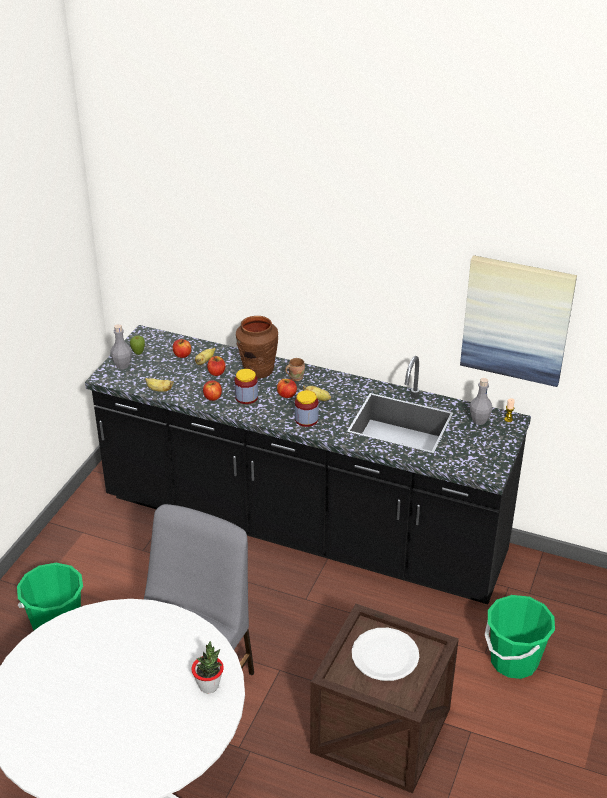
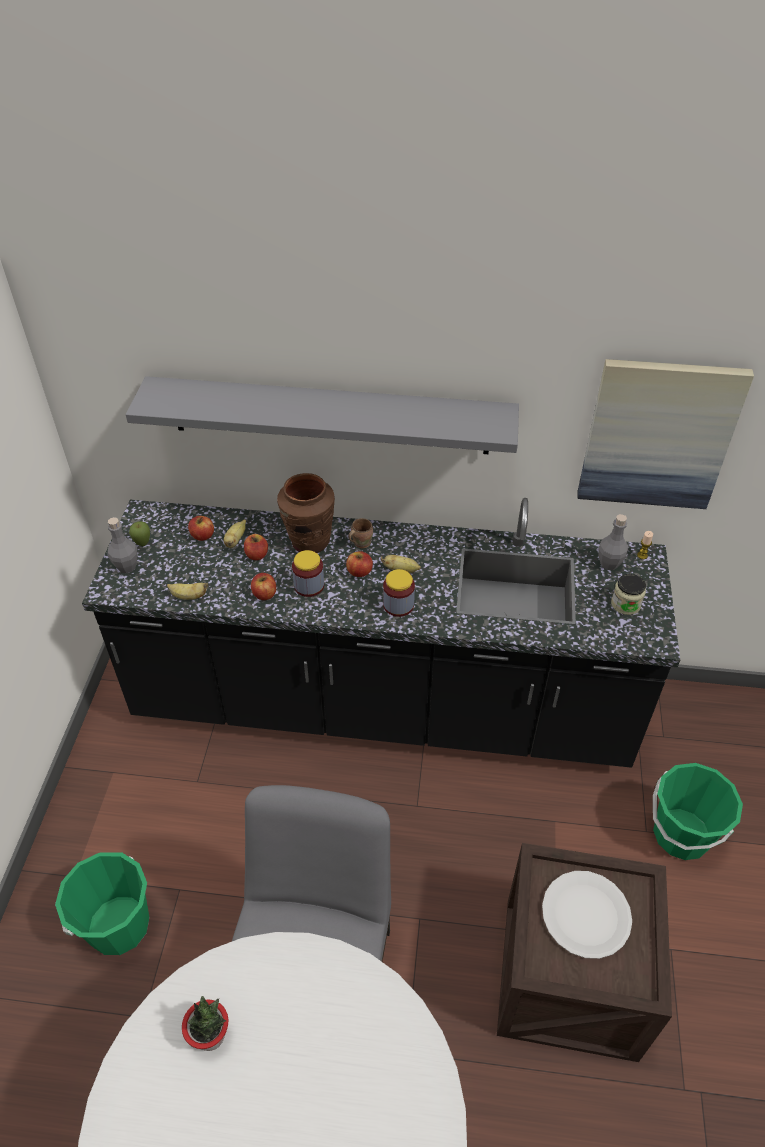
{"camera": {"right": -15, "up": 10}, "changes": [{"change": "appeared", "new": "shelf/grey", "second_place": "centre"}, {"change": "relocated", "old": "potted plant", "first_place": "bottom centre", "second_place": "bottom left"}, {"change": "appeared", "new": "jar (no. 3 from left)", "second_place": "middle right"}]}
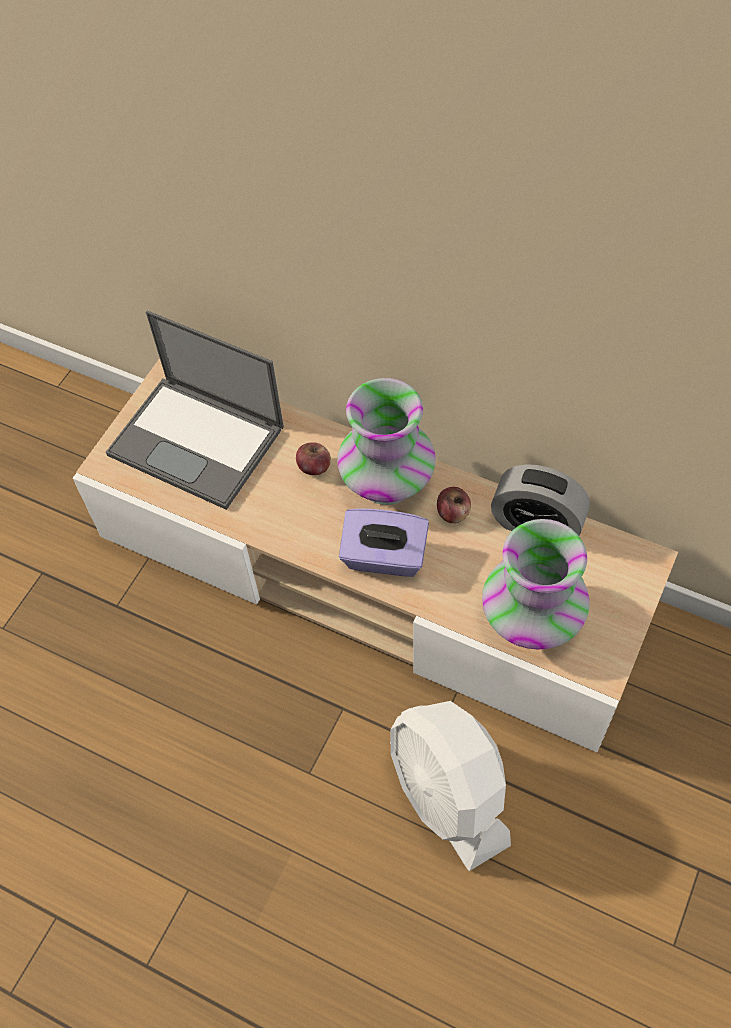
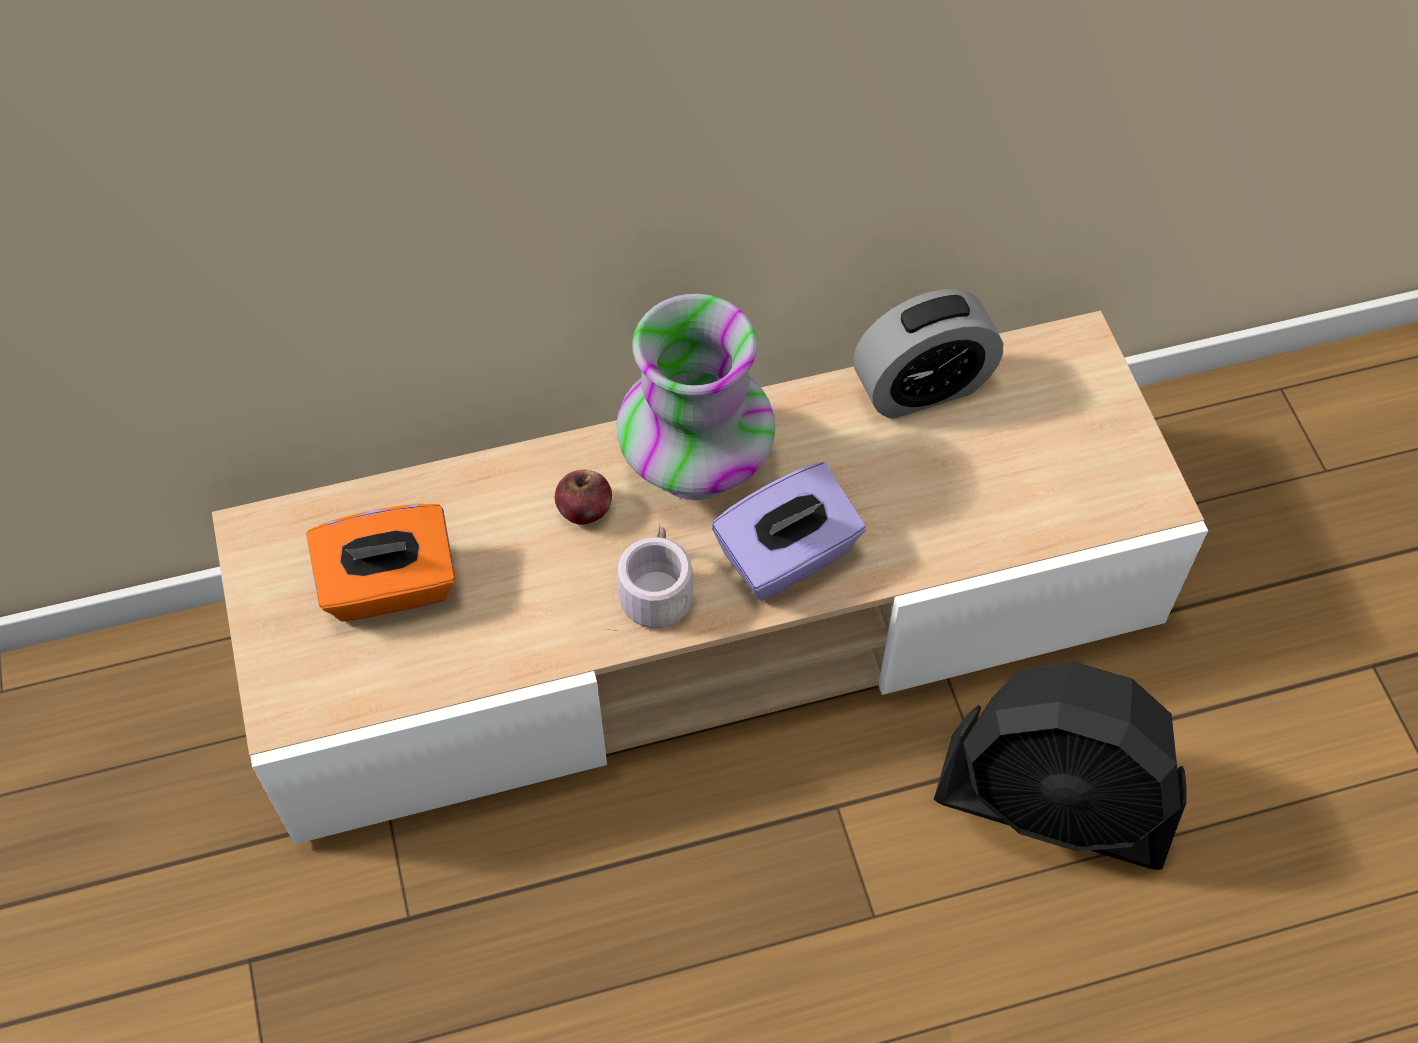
{"camera": {"right": -45, "up": 0}, "changes": [{"change": "exchanged", "old": "laptop", "new": "tissue box/orange", "first_place": "middle left", "second_place": "middle left"}, {"change": "appeared", "new": "mug/grey", "second_place": "centre"}, {"change": "colour", "old": "fan/white", "new": "fan/black", "first_place": "bottom centre", "second_place": "bottom right"}, {"change": "missing", "old": "apple (no. 2 from left)", "first_place": "centre"}, {"change": "missing", "old": "vase (no. 2 from left)", "first_place": "middle right"}]}
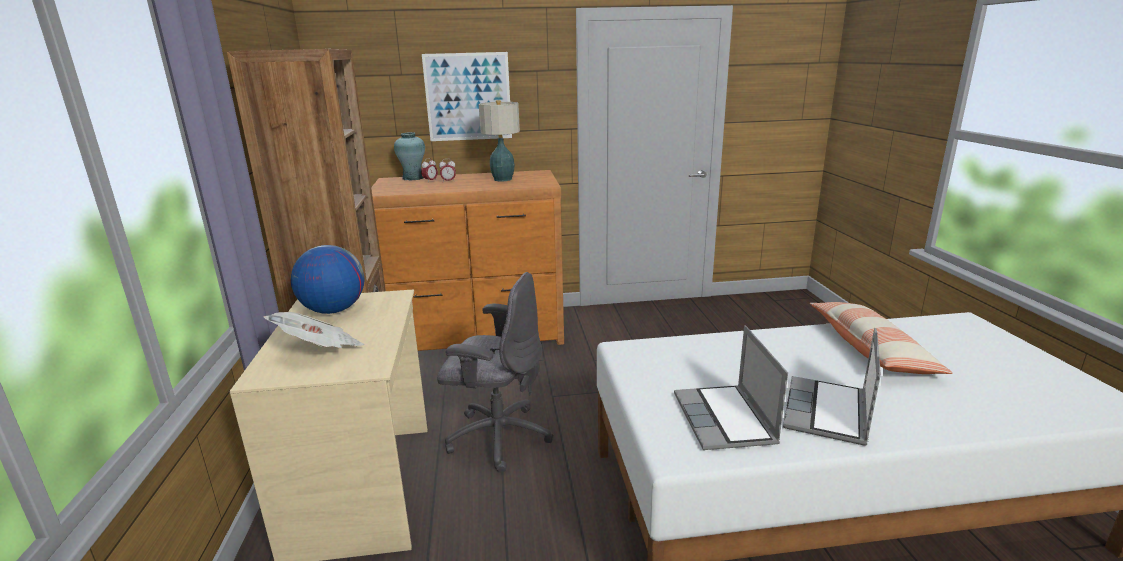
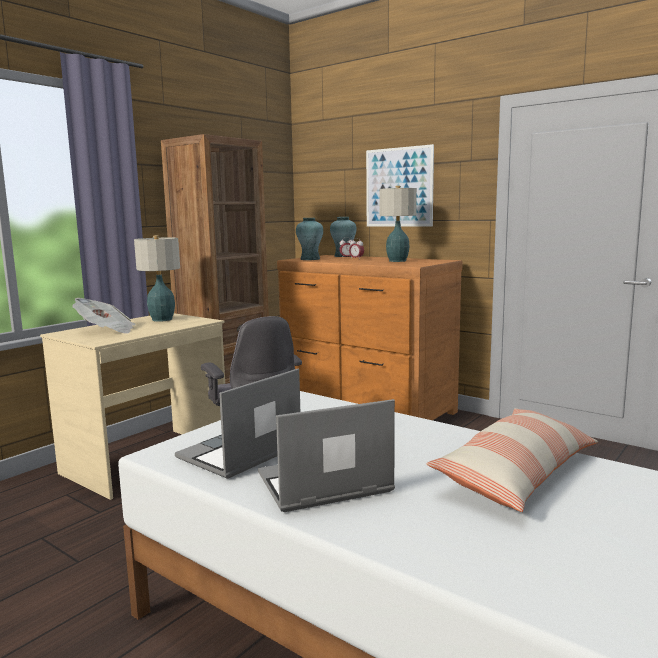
{"camera": {"right": 45, "up": -10}, "changes": [{"change": "exchanged", "old": "globe", "new": "table lamp (no. 1 from left)", "first_place": "middle left", "second_place": "middle left"}, {"change": "appeared", "new": "vase/turquoise (no. 1 from left)", "second_place": "centre"}]}
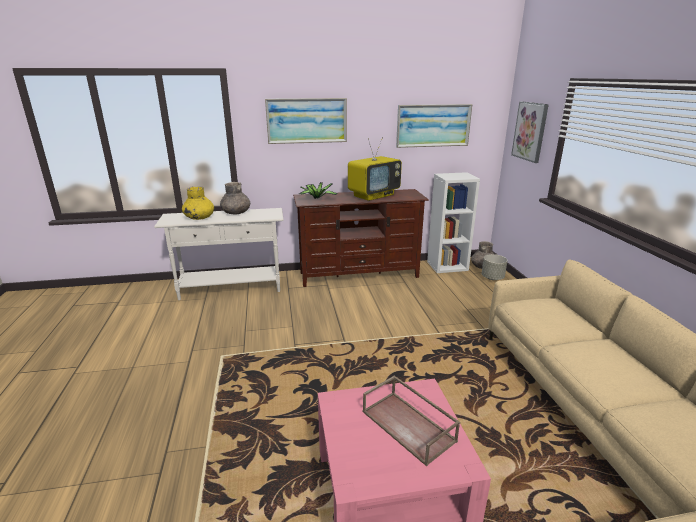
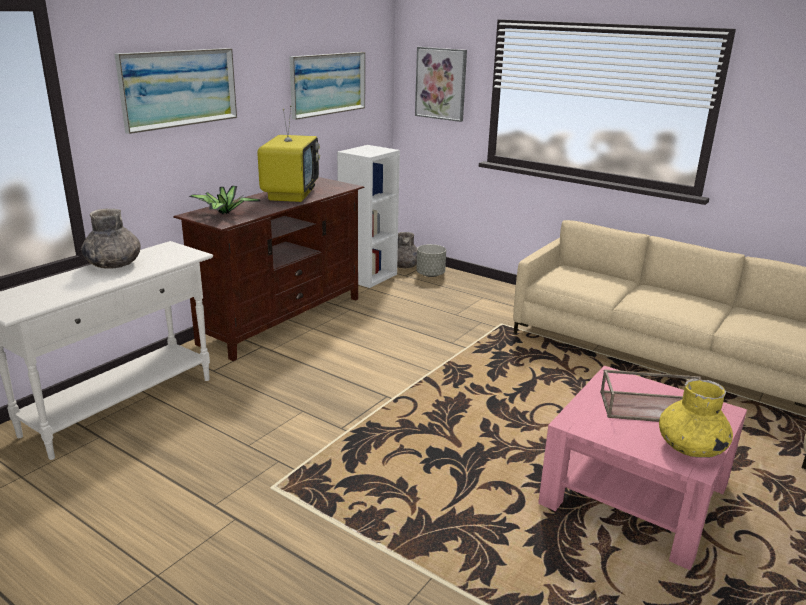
{"camera": {"right": -45, "up": 0}, "changes": [{"change": "relocated", "old": "vase/yellow", "first_place": "middle left", "second_place": "bottom right"}]}
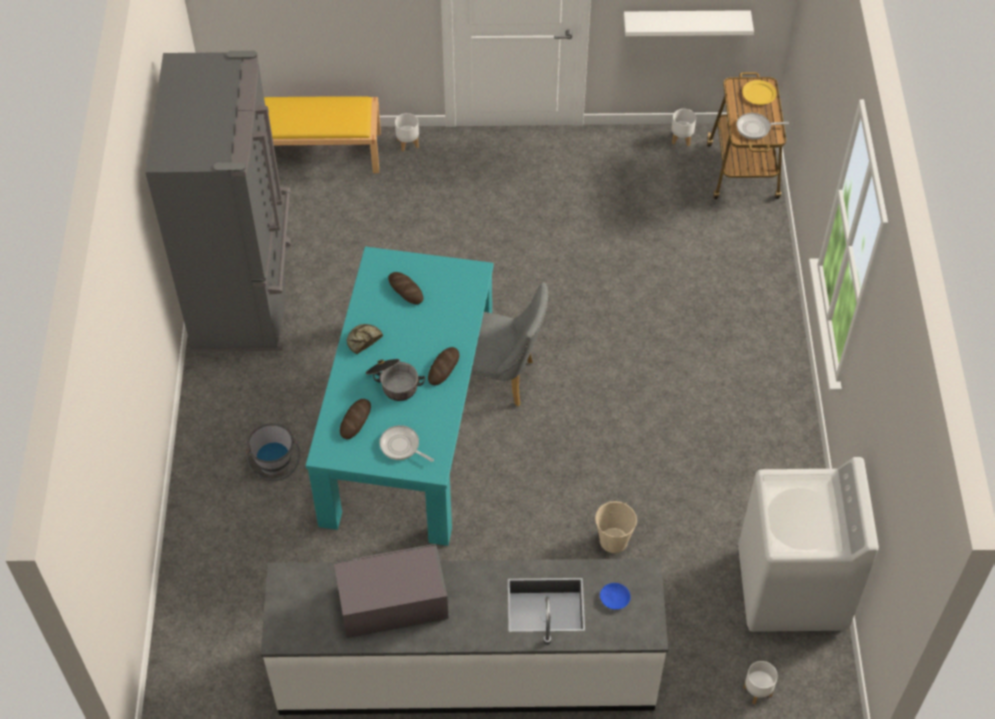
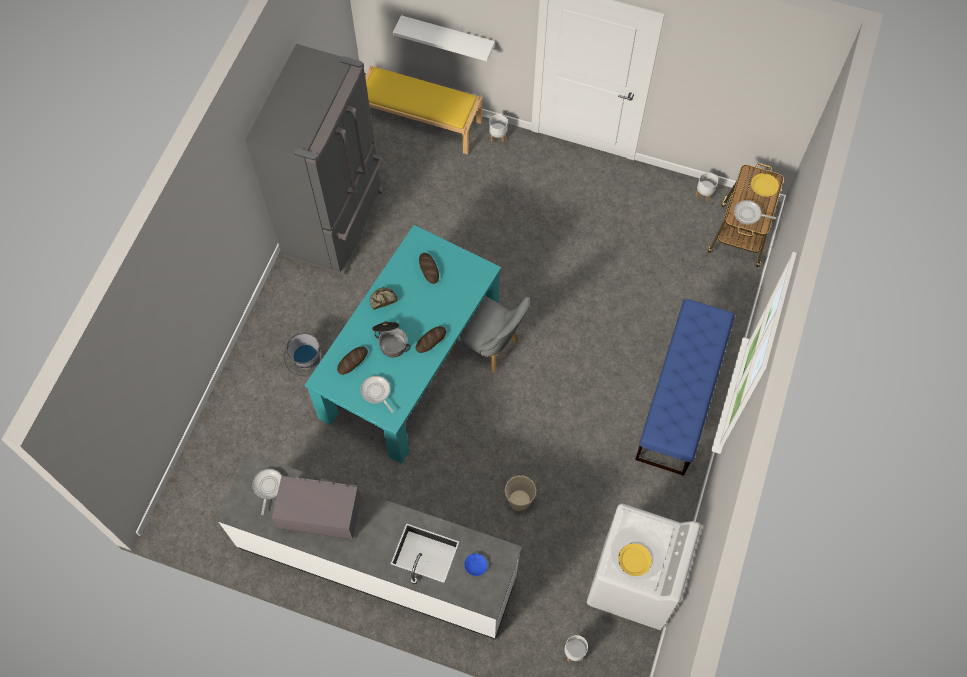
{"camera": {"right": 20, "up": 10}, "changes": [{"change": "appeared", "new": "frying pan (no. 1 from left)", "second_place": "bottom left"}, {"change": "relocated", "old": "shelf/white", "first_place": "top right", "second_place": "top centre"}, {"change": "appeared", "new": "plate/yellow (no. 1 from left)", "second_place": "bottom centre"}, {"change": "appeared", "new": "bench/blue", "second_place": "middle right"}]}
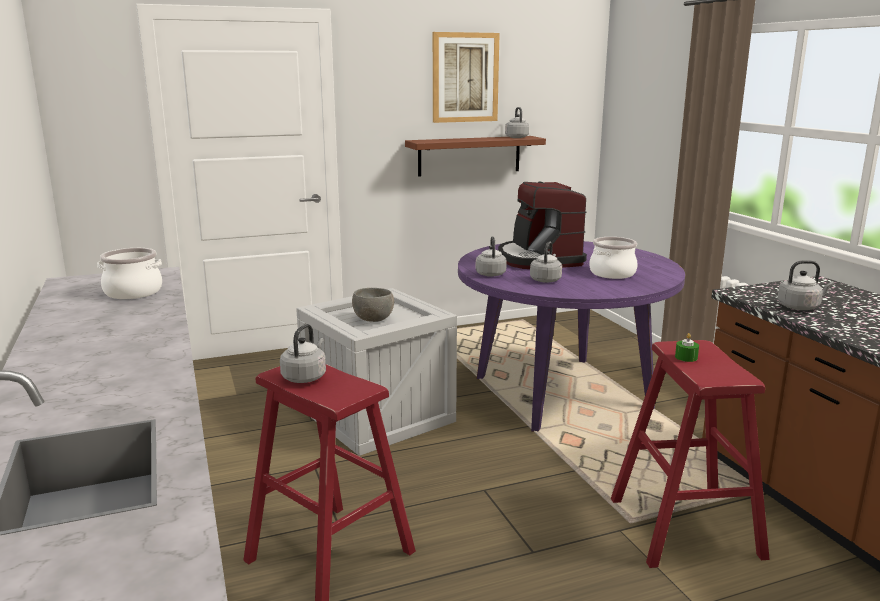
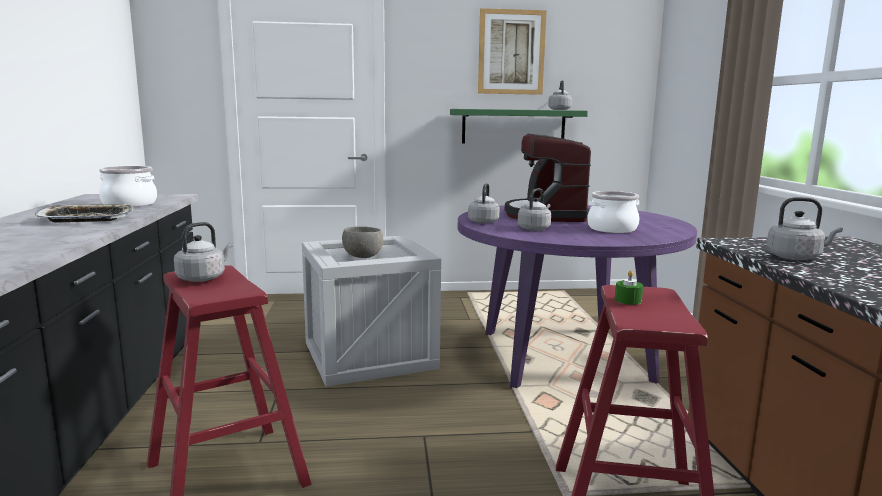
{"camera": {"right": 15, "up": -5}, "changes": [{"change": "appeared", "new": "tray", "second_place": "middle left"}, {"change": "colour", "old": "shelf/brown", "new": "shelf/green", "first_place": "top centre", "second_place": "top centre"}]}
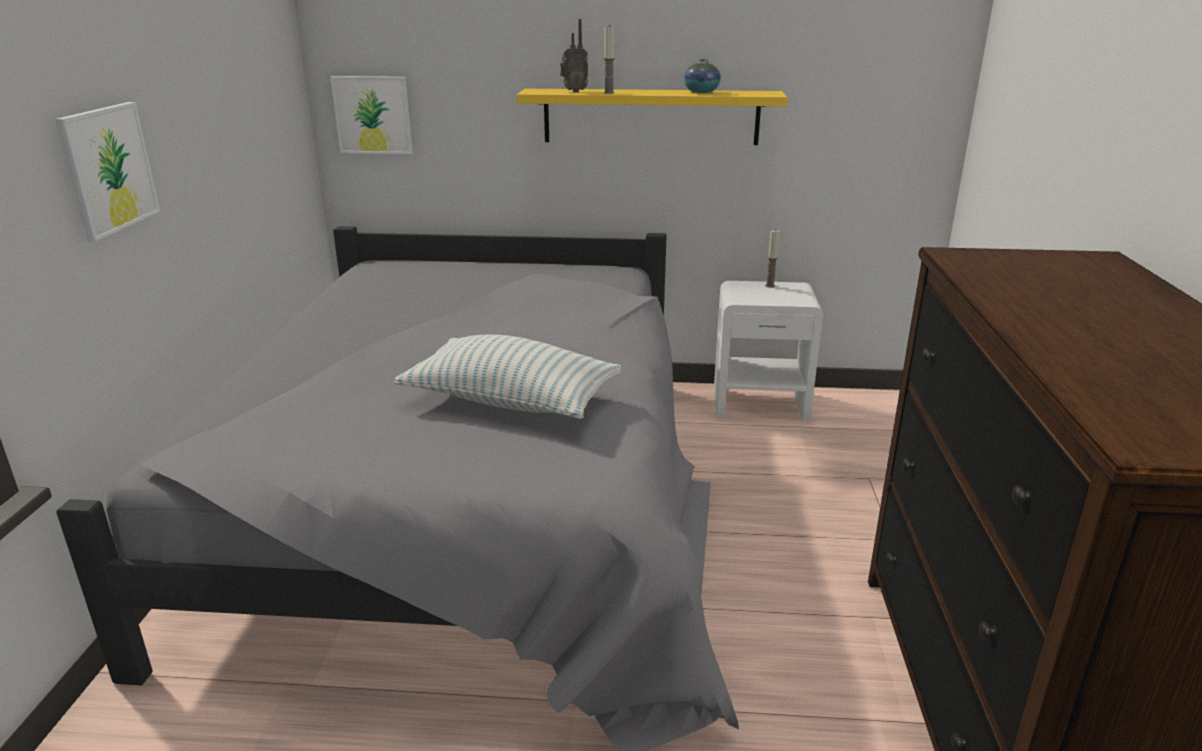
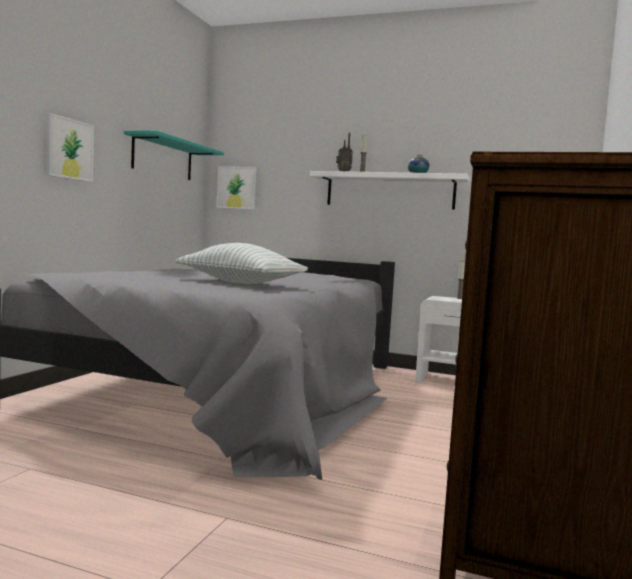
{"camera": {"right": 15, "up": -20}, "changes": [{"change": "appeared", "new": "shelf/turquoise", "second_place": "top left"}, {"change": "colour", "old": "shelf/yellow", "new": "shelf/white", "first_place": "top centre", "second_place": "top centre"}]}
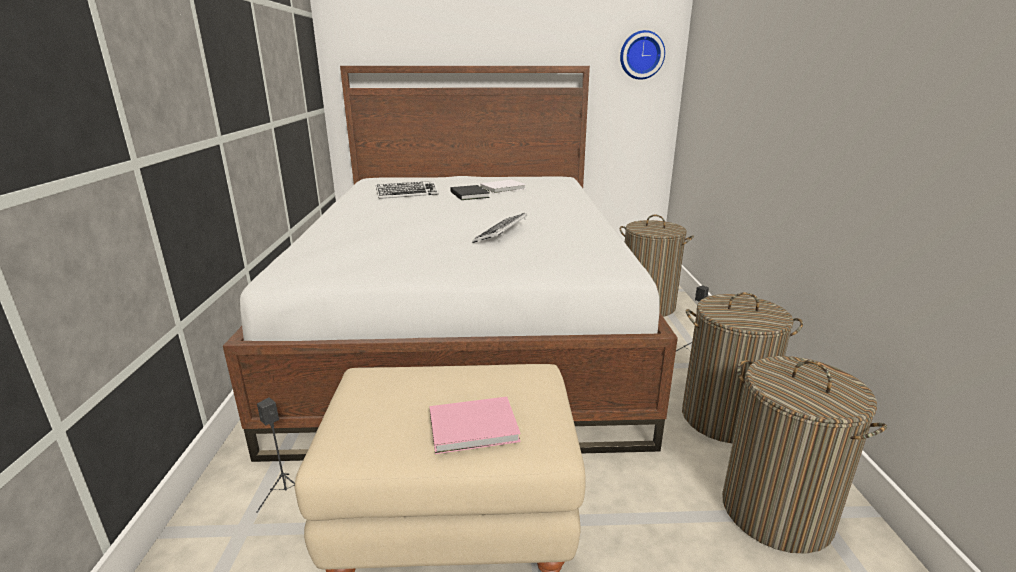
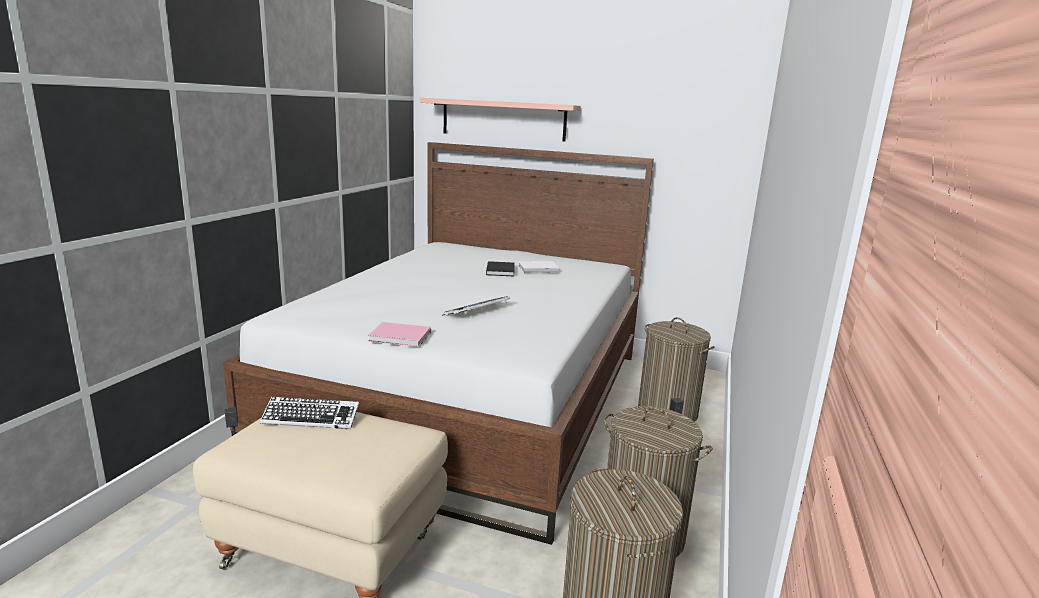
{"camera": {"right": 20, "up": -5}, "changes": [{"change": "relocated", "old": "keyboard (no. 1 from left)", "first_place": "top centre", "second_place": "bottom left"}, {"change": "relocated", "old": "book/pink", "first_place": "bottom centre", "second_place": "centre"}, {"change": "appeared", "new": "shelf", "second_place": "top centre"}, {"change": "missing", "old": "wall clock", "first_place": "top centre"}]}
